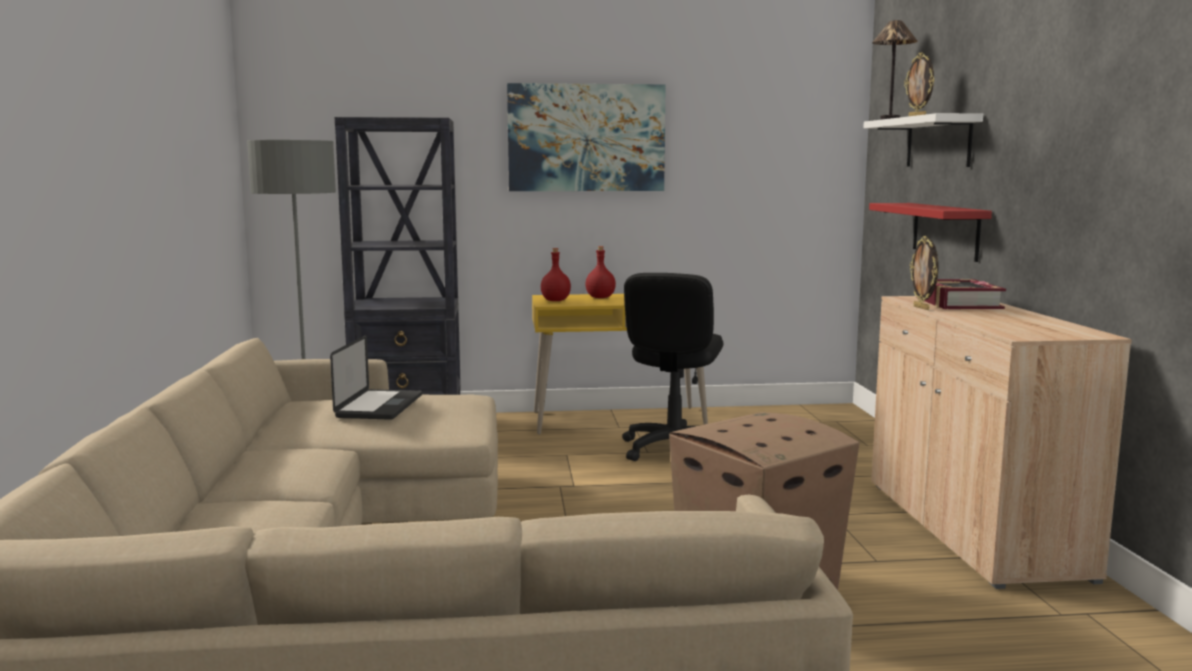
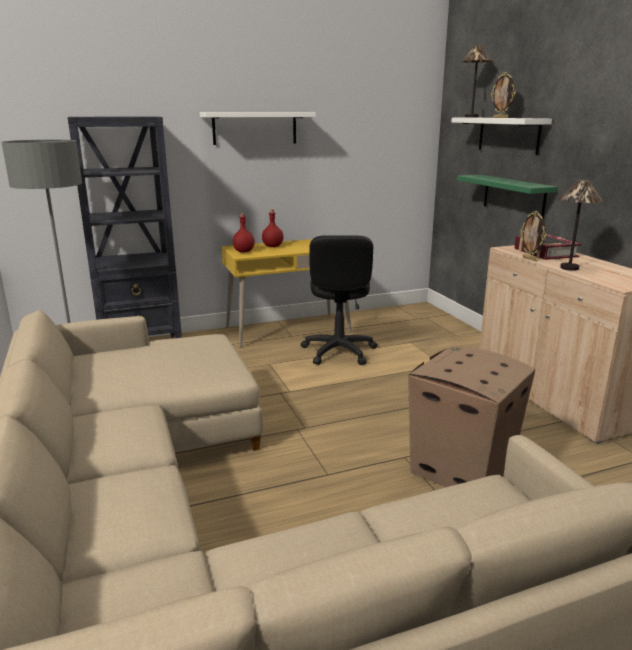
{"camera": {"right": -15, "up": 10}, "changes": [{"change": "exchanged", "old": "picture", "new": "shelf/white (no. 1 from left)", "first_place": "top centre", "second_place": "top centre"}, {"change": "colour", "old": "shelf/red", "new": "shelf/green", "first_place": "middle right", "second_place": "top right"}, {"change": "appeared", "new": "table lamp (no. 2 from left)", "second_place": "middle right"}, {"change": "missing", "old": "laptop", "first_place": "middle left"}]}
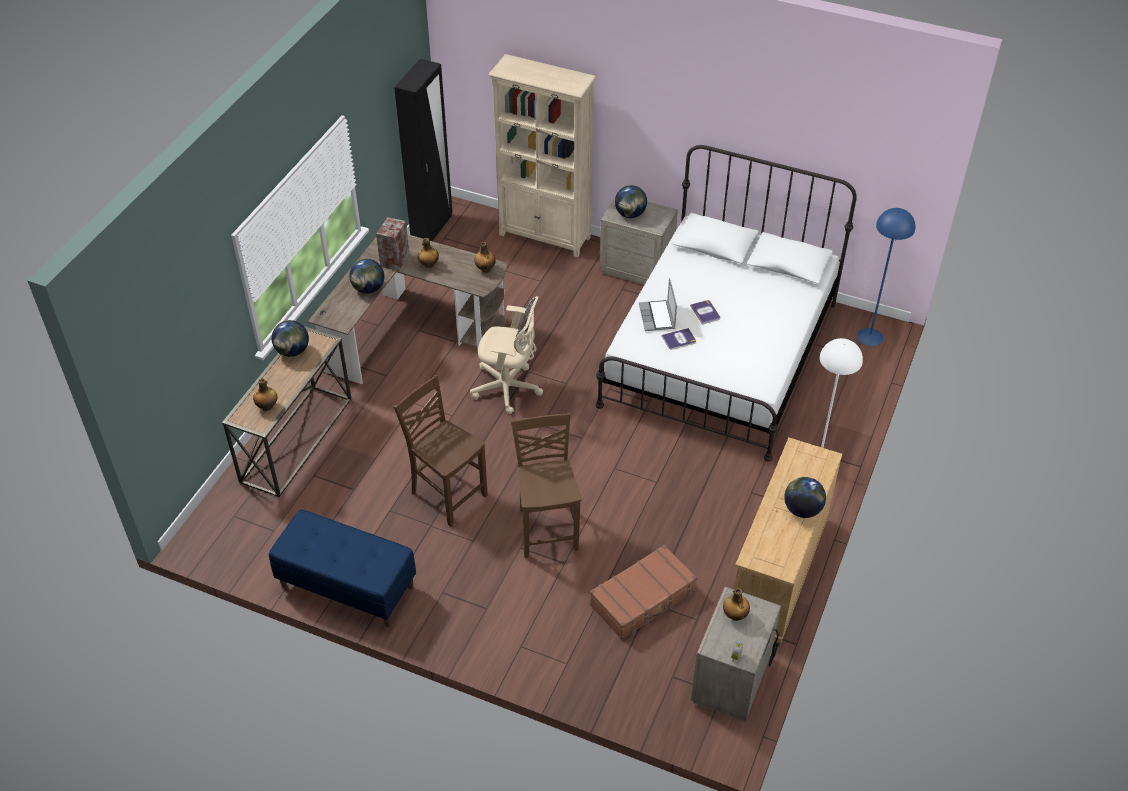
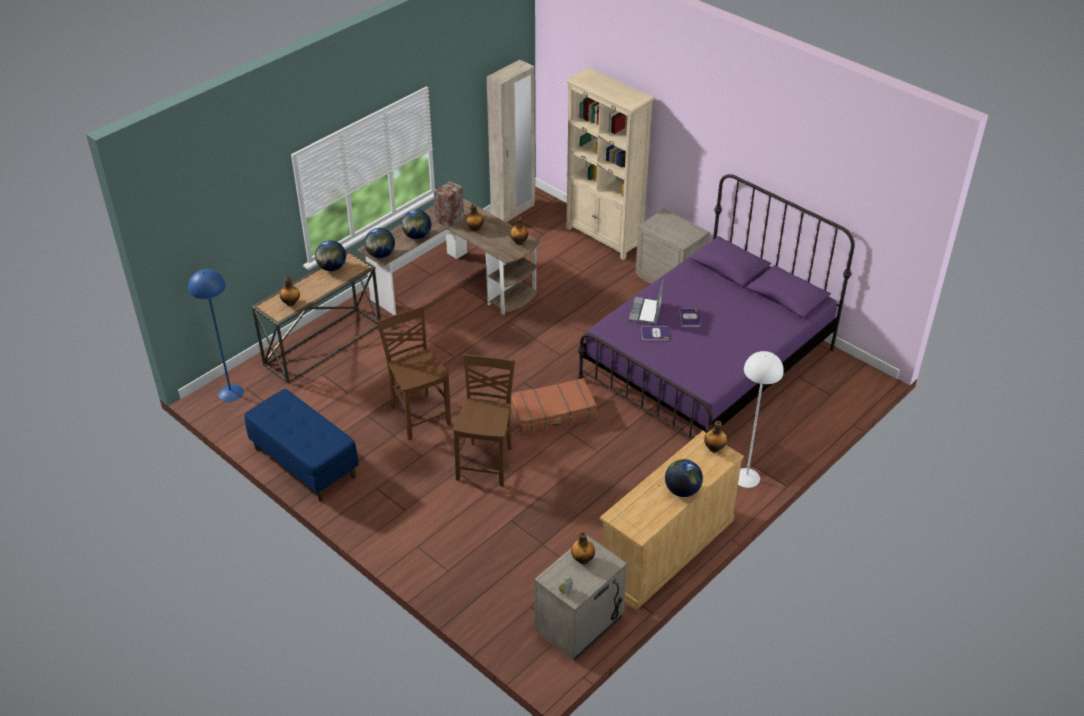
{"camera": {"right": 20, "up": -5}, "changes": [{"change": "relocated", "old": "floor lamp/blue", "first_place": "middle right", "second_place": "middle left"}, {"change": "relocated", "old": "globe (no. 3 from left in the first image)", "new": "globe (no. 2 from left)", "first_place": "top centre", "second_place": "centre"}, {"change": "colour", "old": "wardrobe/black", "new": "wardrobe/beige", "first_place": "top centre", "second_place": "top centre"}, {"change": "relocated", "old": "suitcase/brown", "first_place": "bottom centre", "second_place": "centre"}, {"change": "colour", "old": "bed/white", "new": "bed/purple", "first_place": "centre", "second_place": "centre"}, {"change": "appeared", "new": "bottle (no. 5 from left)", "second_place": "centre"}, {"change": "missing", "old": "office chair/beige", "first_place": "centre"}]}
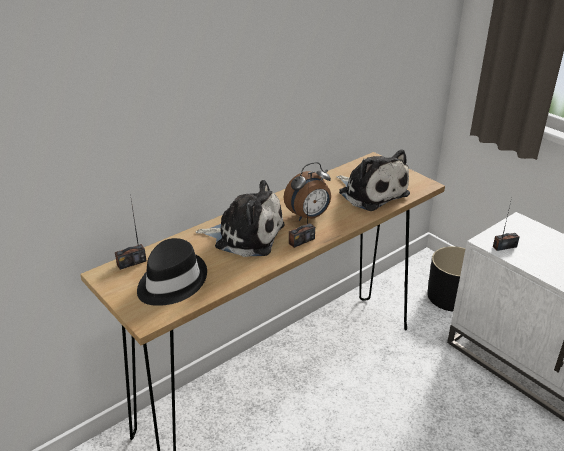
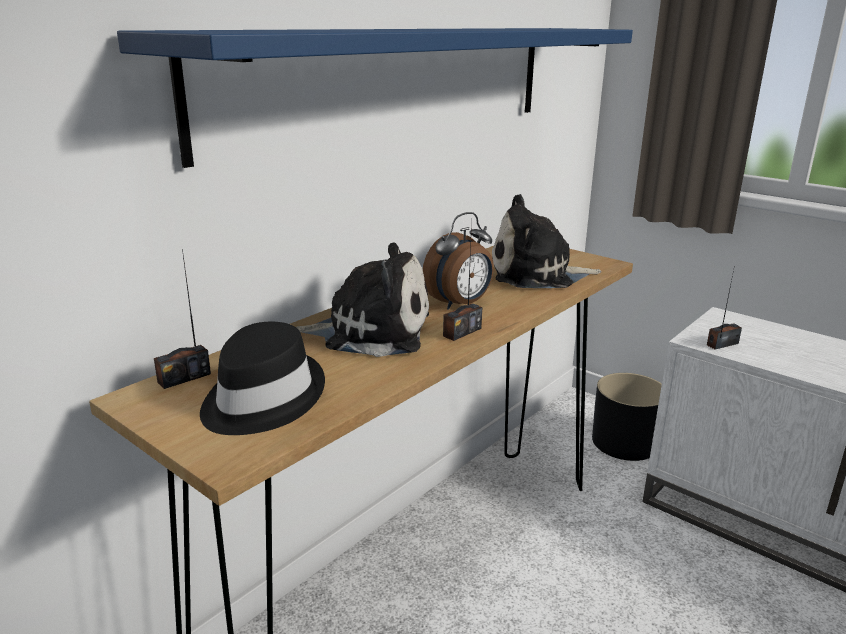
{"camera": {"right": -10, "up": -10}, "changes": [{"change": "appeared", "new": "shelf/blue", "second_place": "top centre"}, {"change": "spun", "old": "plush toy (no. 2 from left)", "first_place": "centre", "second_place": "centre", "degrees": 135}]}
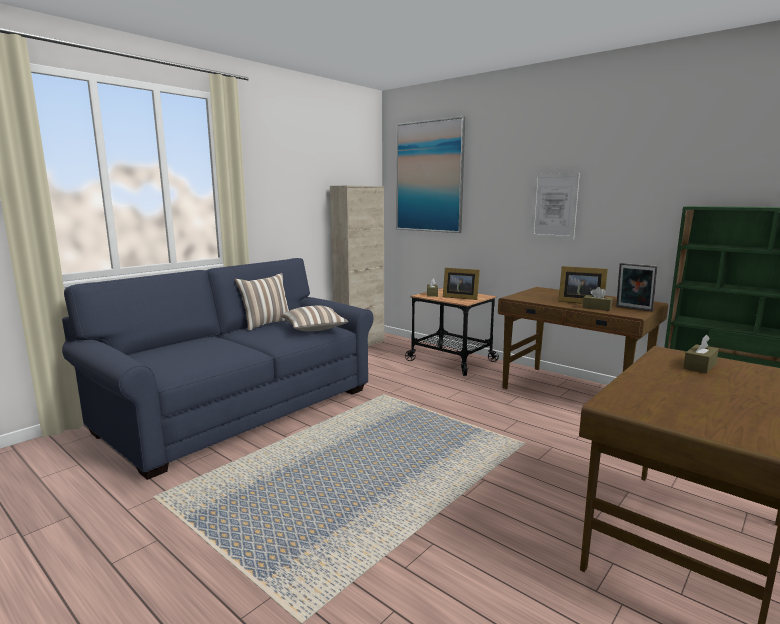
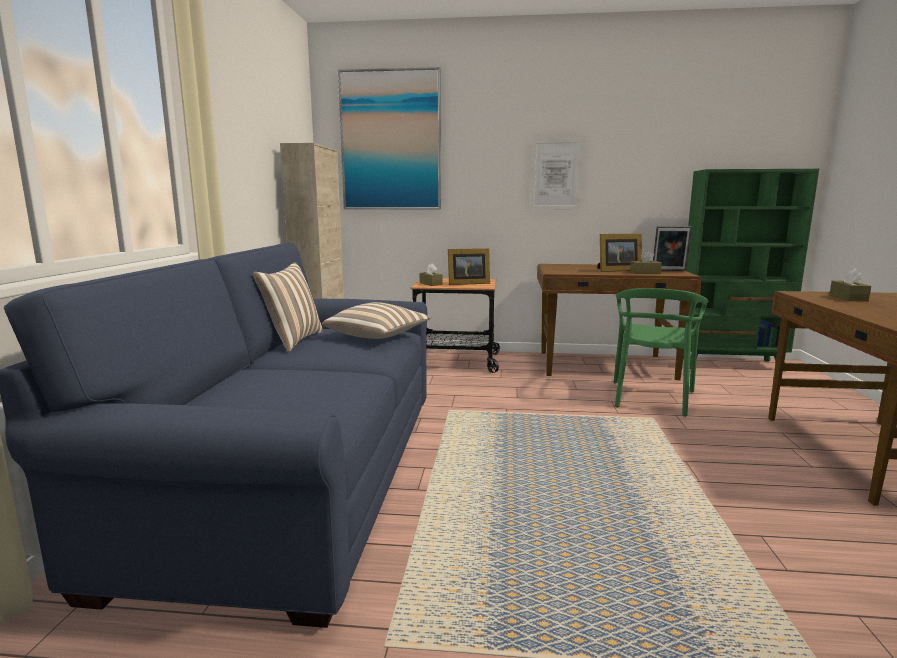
{"camera": {"right": -35, "up": 0}, "changes": [{"change": "appeared", "new": "chair/green", "second_place": "middle right"}]}
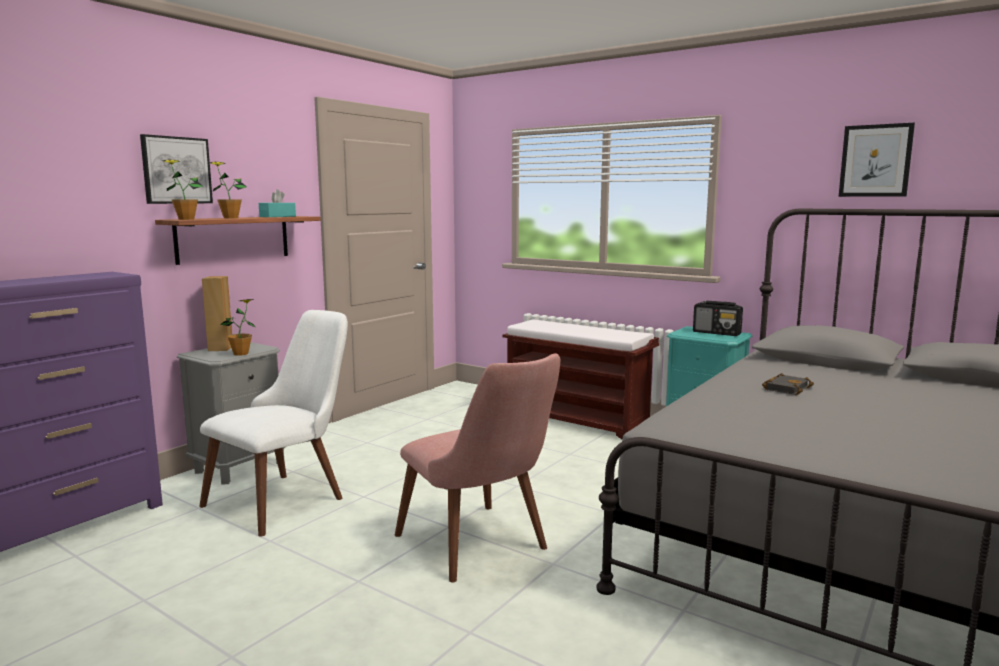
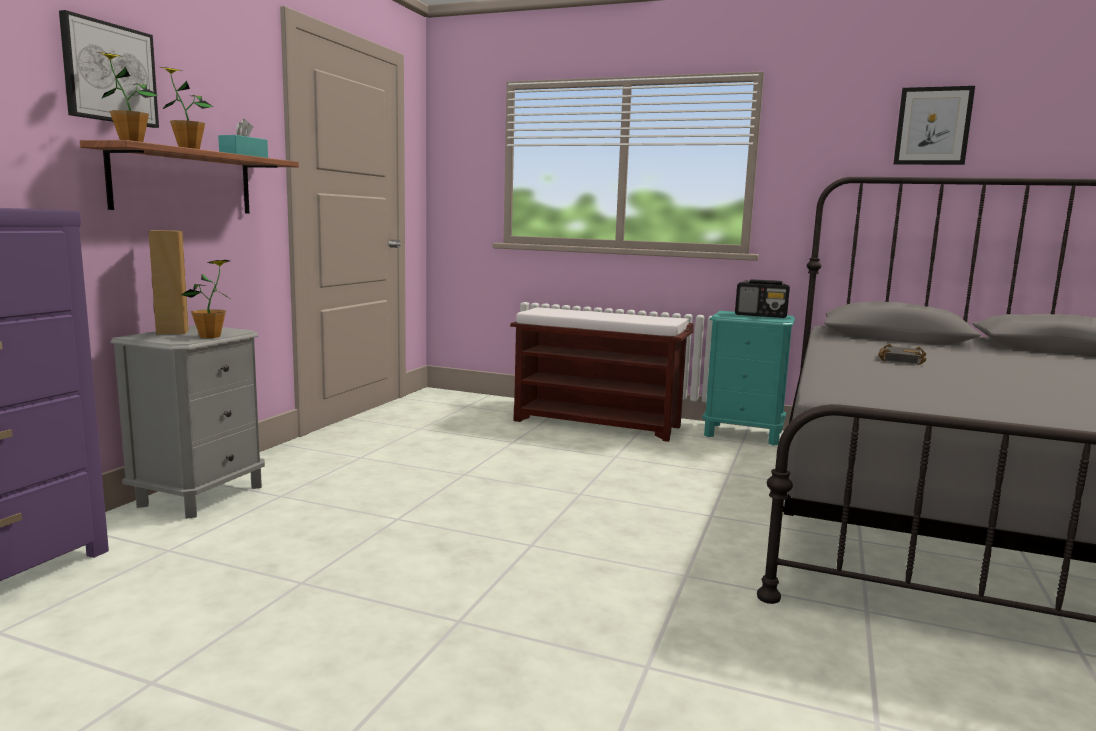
{"camera": {"right": -15, "up": 0}, "changes": [{"change": "missing", "old": "chair/white", "first_place": "middle left"}, {"change": "missing", "old": "chair/pink", "first_place": "bottom centre"}]}
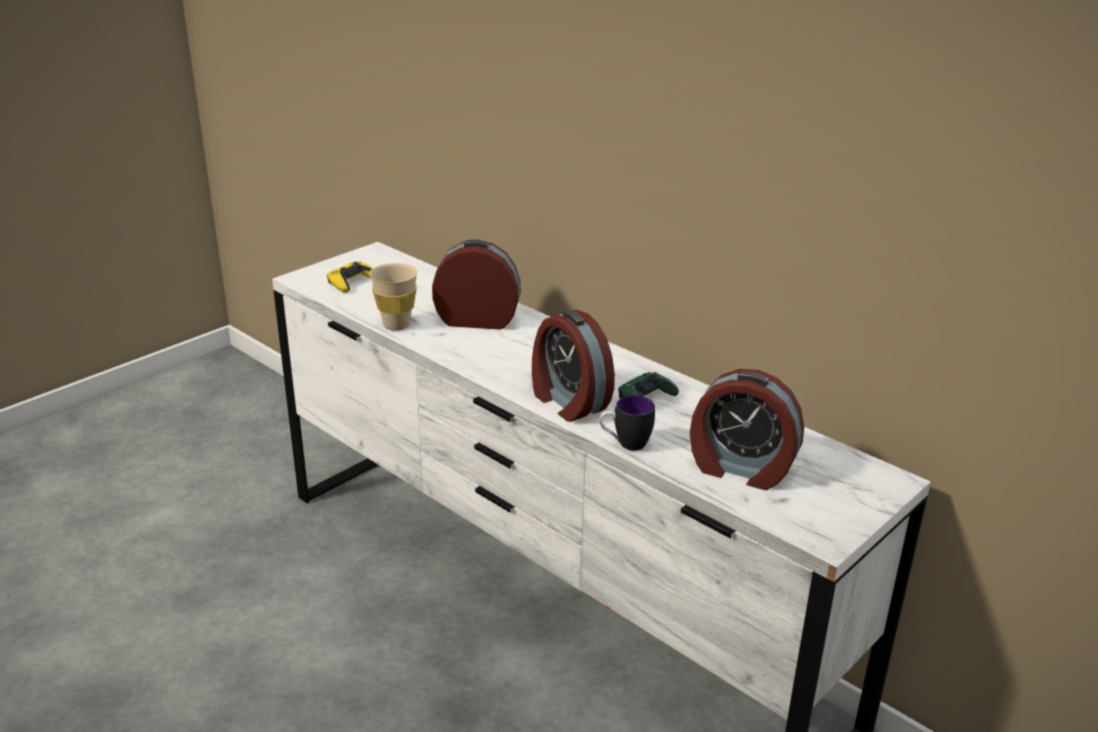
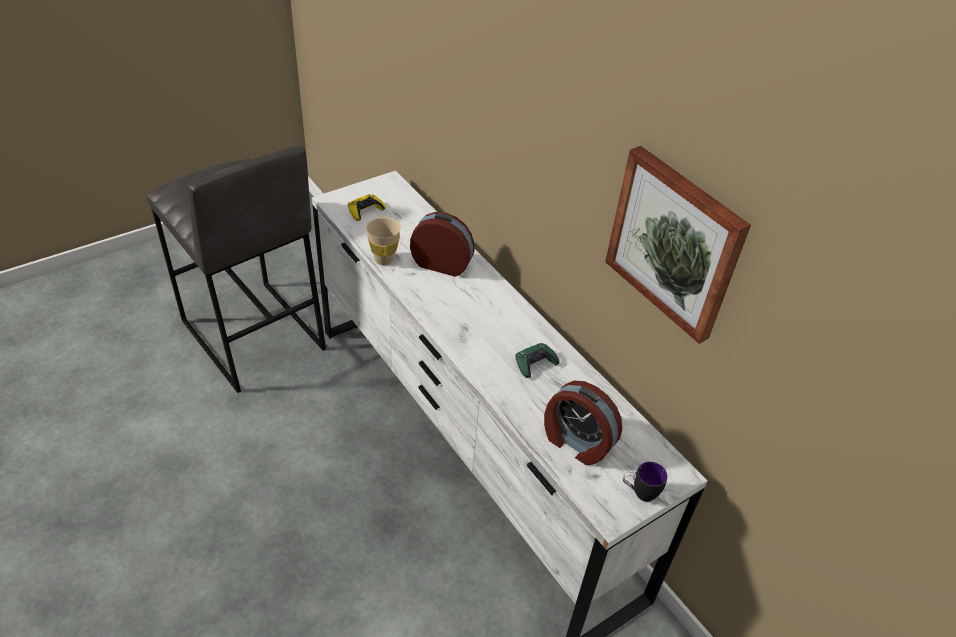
{"camera": {"right": 10, "up": 15}, "changes": [{"change": "appeared", "new": "stool/grey", "second_place": "middle left"}, {"change": "appeared", "new": "picture", "second_place": "middle right"}, {"change": "relocated", "old": "mug", "first_place": "centre", "second_place": "bottom right"}, {"change": "missing", "old": "alarm clock (no. 2 from left)", "first_place": "centre"}]}
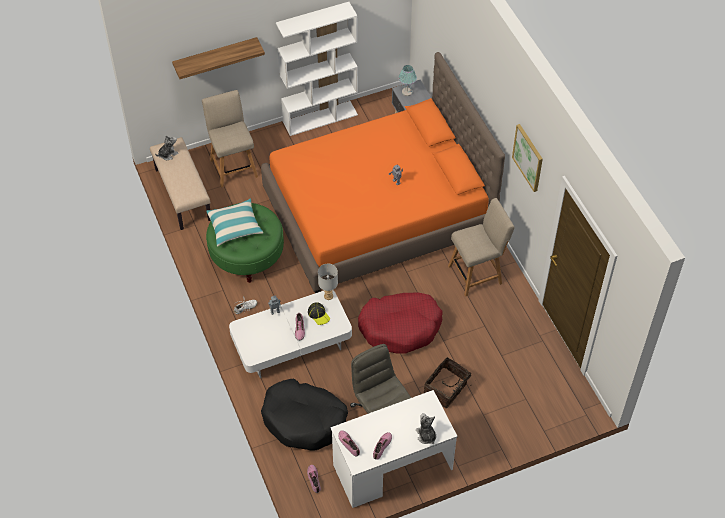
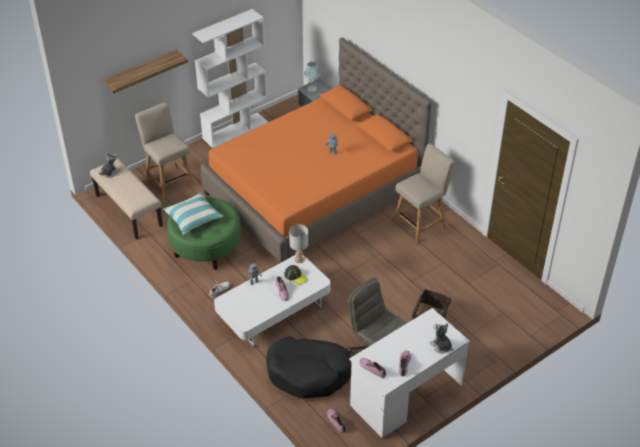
{"camera": {"right": -15, "up": -10}, "changes": [{"change": "missing", "old": "dog bed/red", "first_place": "centre"}, {"change": "missing", "old": "picture", "first_place": "top right"}]}
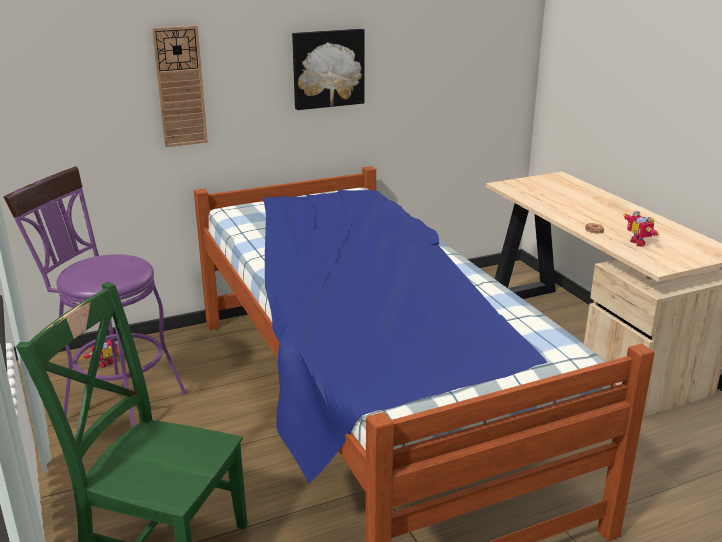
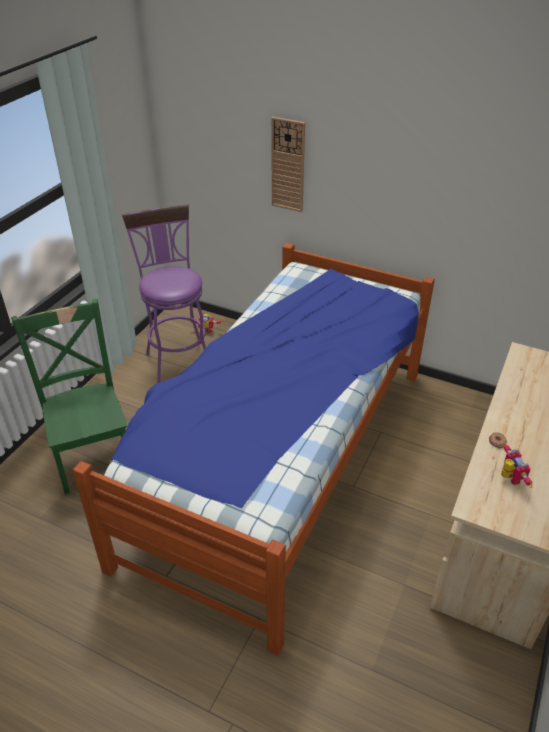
{"camera": {"right": 50, "up": 15}, "changes": [{"change": "spun", "old": "toy robot (no. 2 from left)", "first_place": "middle right", "second_place": "middle right", "degrees": 135}, {"change": "missing", "old": "picture", "first_place": "top centre"}]}
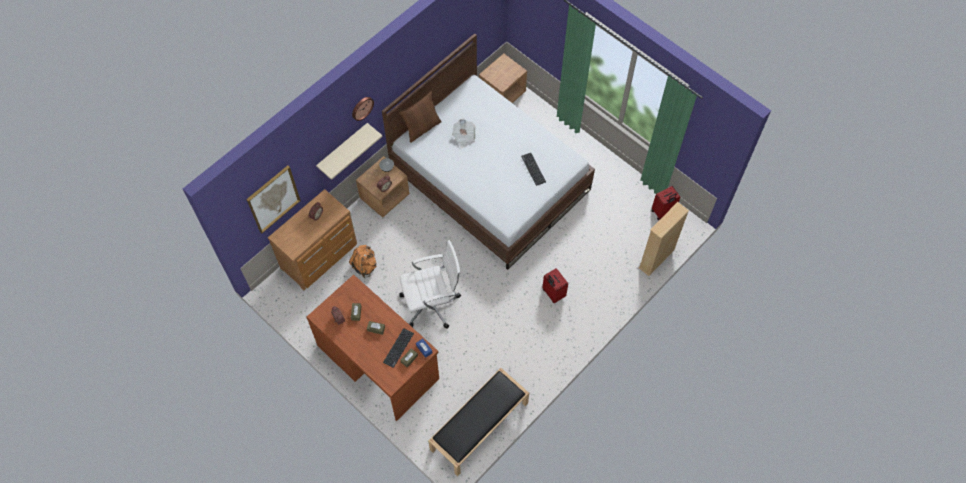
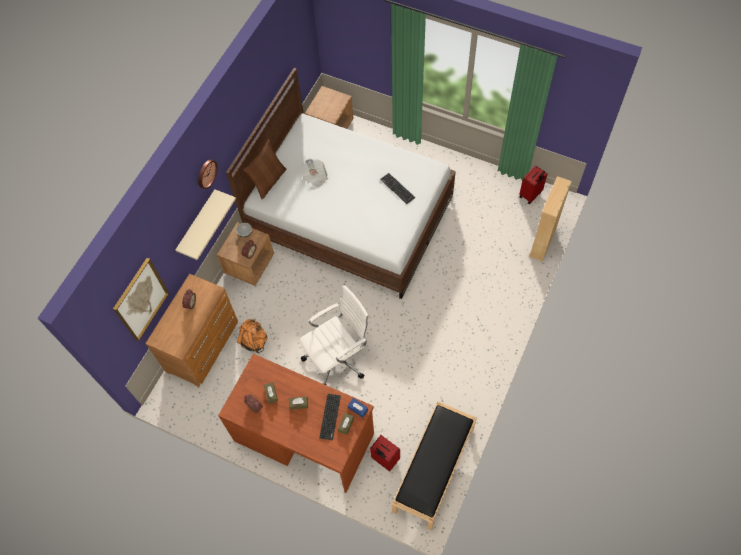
{"camera": {"right": -15, "up": 0}, "changes": [{"change": "relocated", "old": "suitcase/red (no. 1 from left)", "first_place": "centre", "second_place": "bottom centre"}]}
